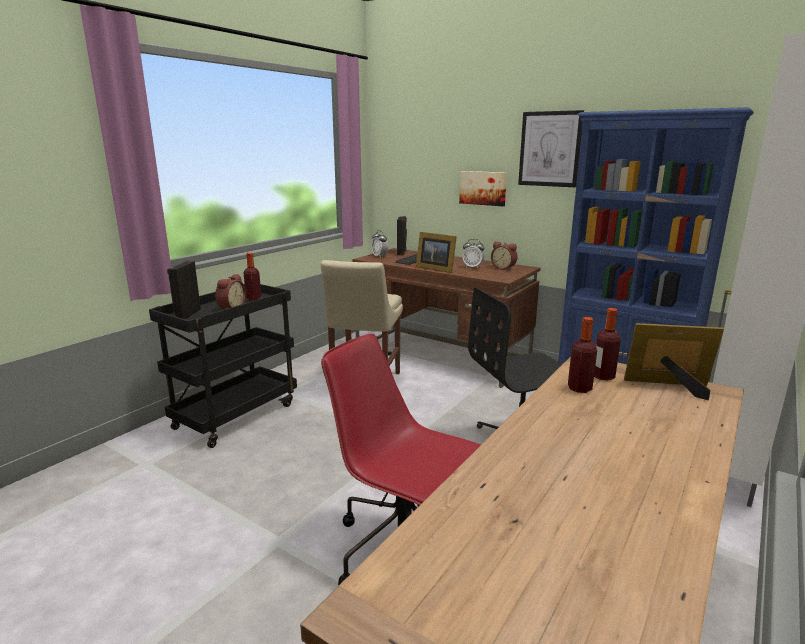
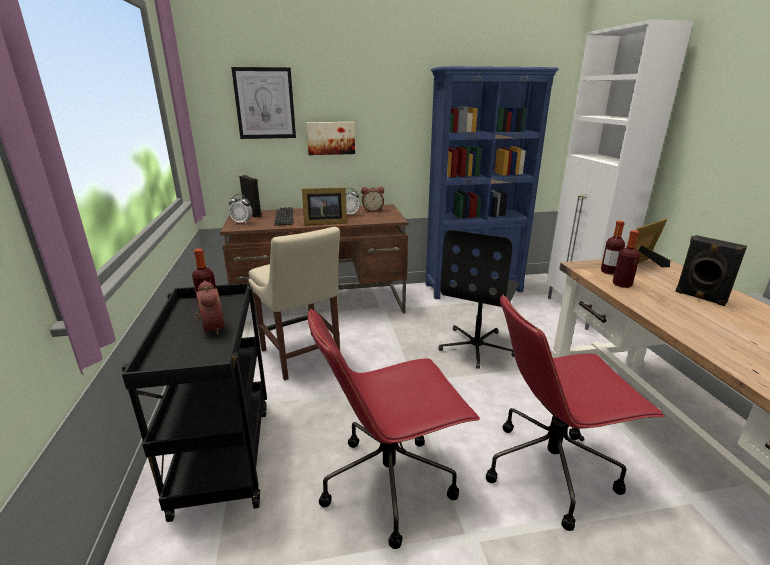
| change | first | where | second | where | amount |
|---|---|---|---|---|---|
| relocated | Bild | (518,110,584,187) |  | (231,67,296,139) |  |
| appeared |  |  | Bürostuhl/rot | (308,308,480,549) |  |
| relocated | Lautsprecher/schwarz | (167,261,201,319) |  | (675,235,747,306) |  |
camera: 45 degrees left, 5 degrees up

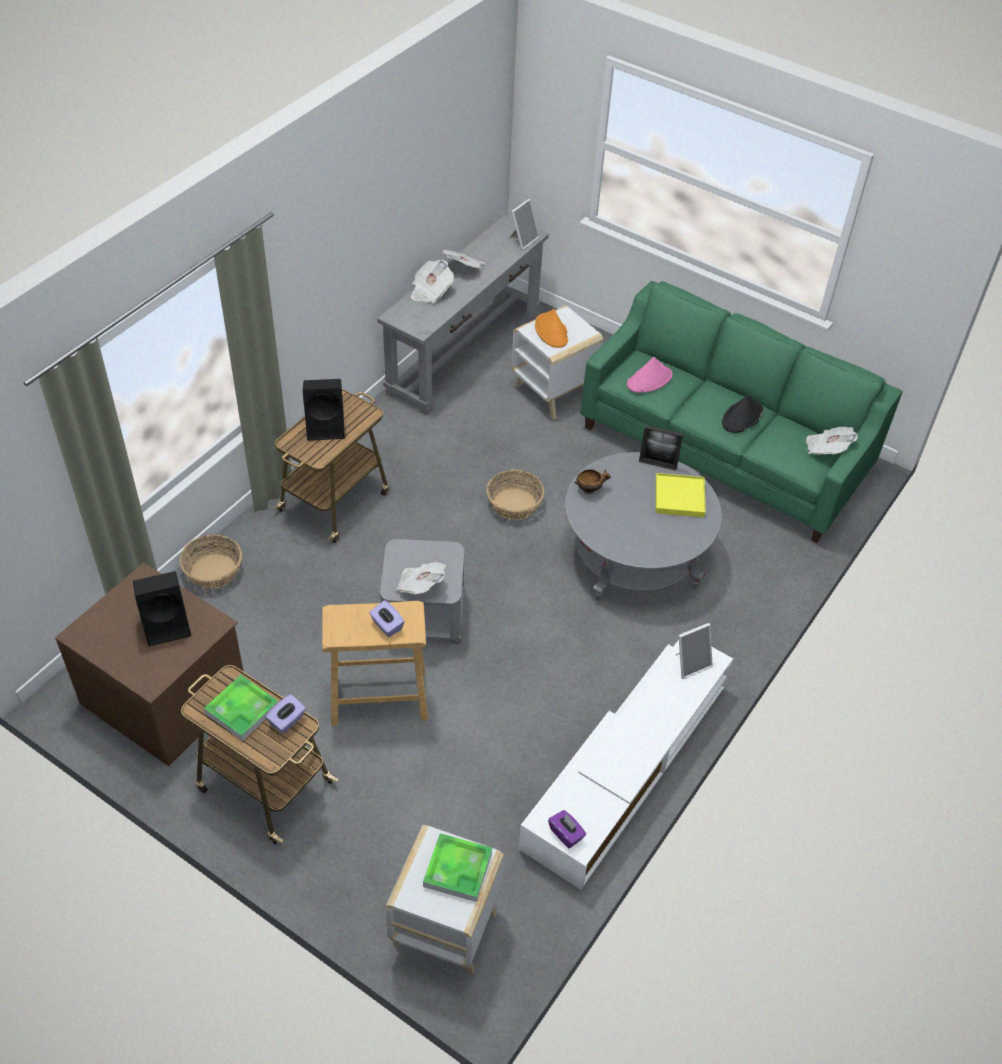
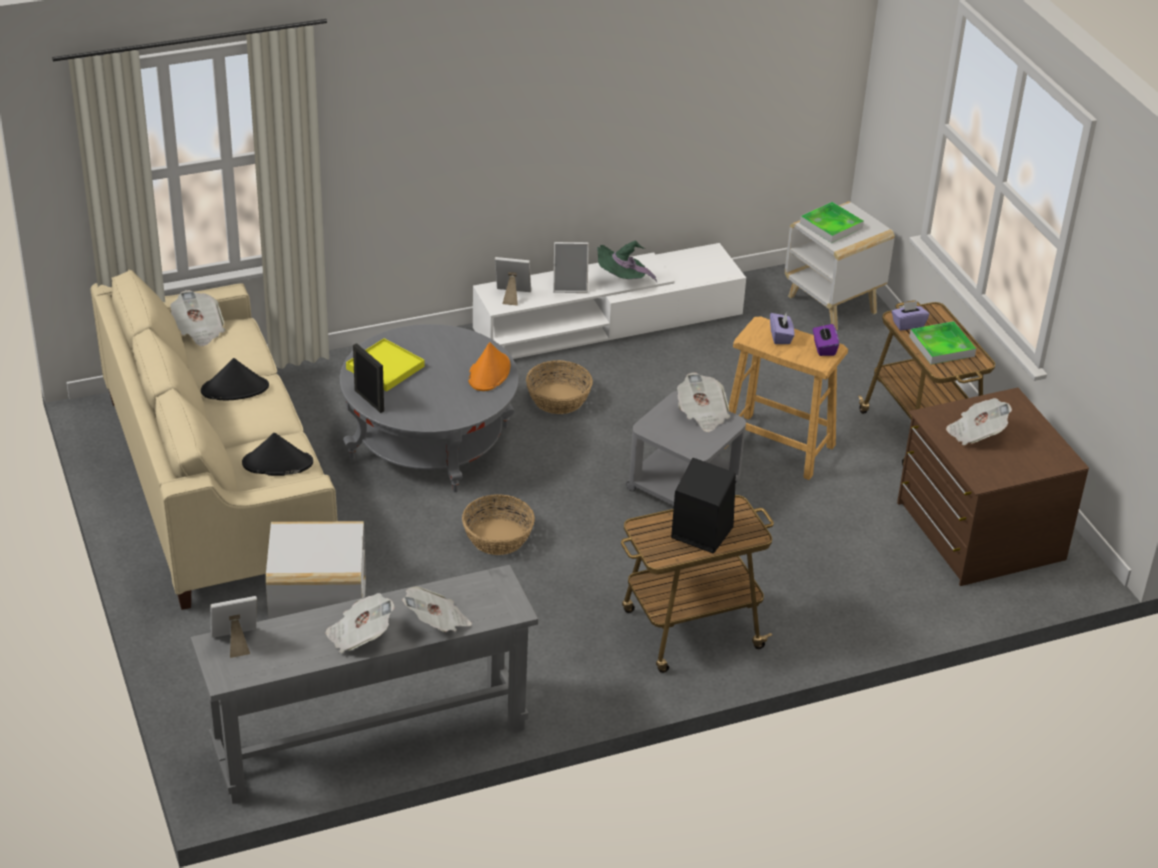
| change | first | where | second | where | amount |
|---|---|---|---|---|---|
| colour | Sofa/grün | (580,281,903,543) | Sofa/beige | (90,270,338,610) |  |
| colour | Hut/rosa | (627,357,672,393) | Hut/schwarz | (242,433,313,476) |  |
| relocated | Hut/orange | (535,309,568,348) |  | (468,342,510,391) |  |
| relocated | Korb | (180,535,242,589) |  | (526,360,593,414) |  |
| appeared |  |  | Bilderrahmen | (553,242,589,293) |  |
| appeared |  |  | Hut/grün | (597,240,657,282) |  |
| relocated | Taschentuchbox/lila | (548,810,586,849) |  | (813,324,839,356) |  |
| exchanged | Lautsprecher/schwarz | (133,571,191,646) | Zeitung | (946,398,1012,445) |  |
| missing | Schüssel | (574,469,611,494) |  |  |  |
camera: 145 degrees left, 10 degrees down

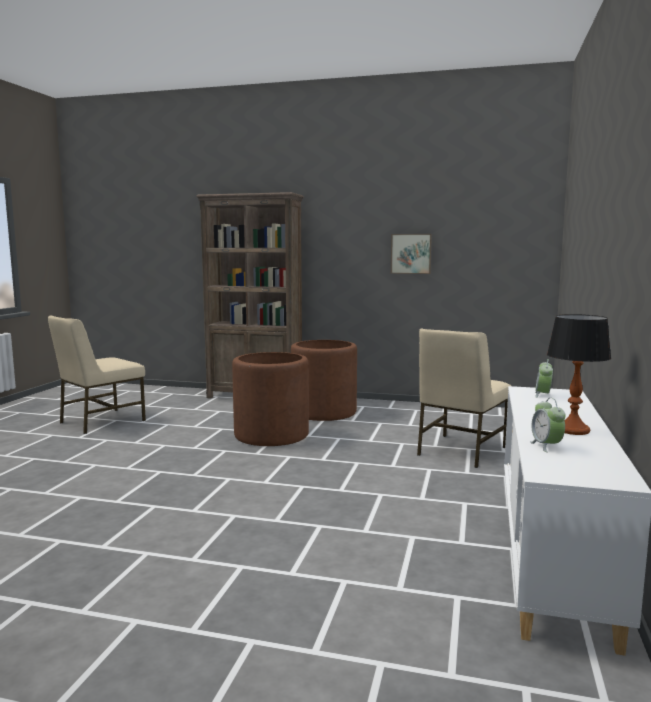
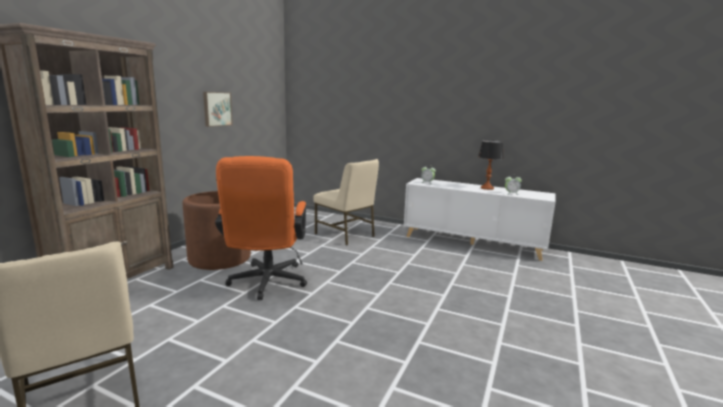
| change | first | where | second | where | amount |
|---|---|---|---|---|---|
| exchanged | Pflanzkübel/braun | (232,352,309,446) | Bürostuhl/orange | (215,156,307,300) |  |
camera: 80 degrees left, 5 degrees up

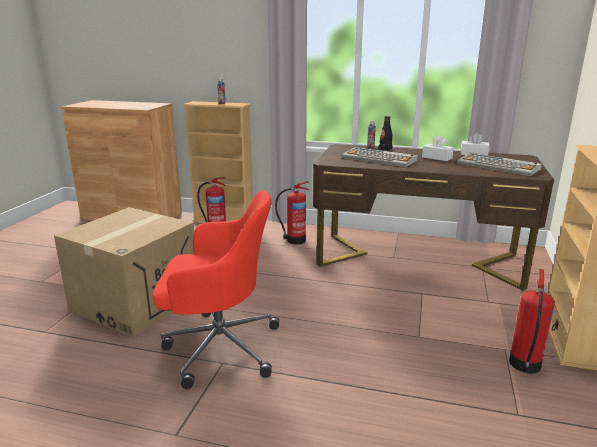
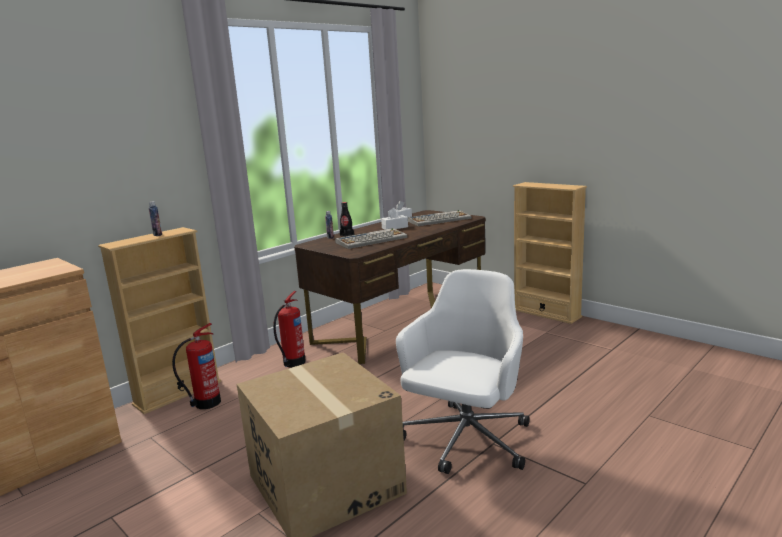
| change | first | where | second | where | amount |
|---|---|---|---|---|---|
| colour | Bürostuhl/rot | (153,190,279,389) | Bürostuhl/weiß | (396,269,530,474) |  |
| missing | Feuerlöscher | (509,269,555,373) |  |  |  |
camera: 60 degrees left, 5 degrees down

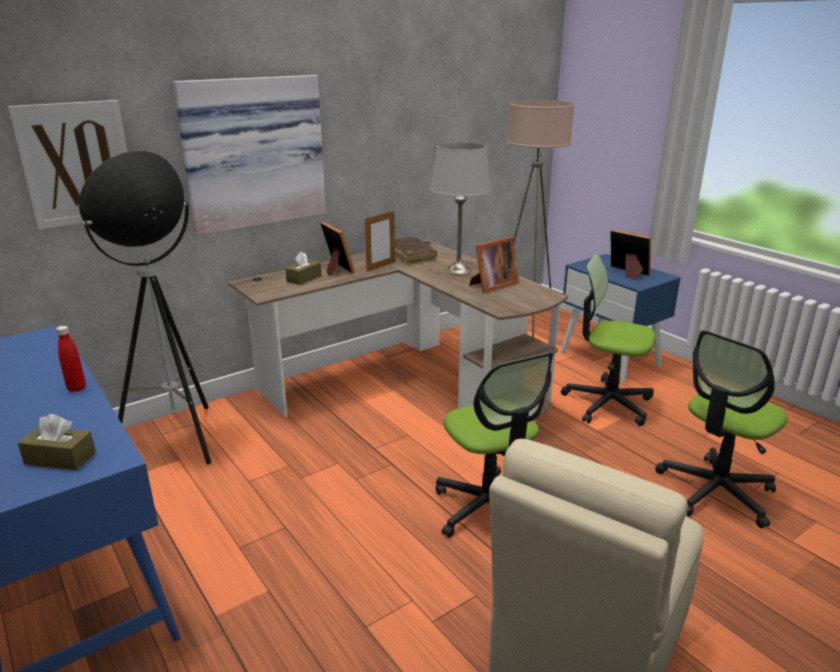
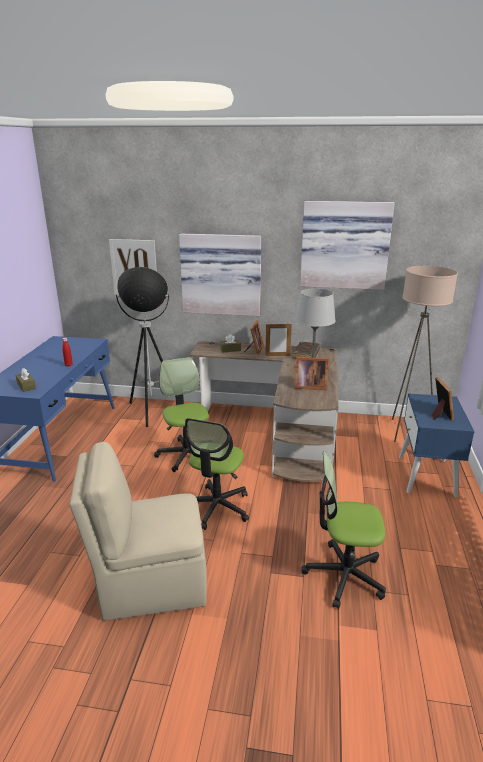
| change | first | where | second | where | amount |
|---|---|---|---|---|---|
| relocated | Bürostuhl | (561,254,655,426) |  | (154,357,209,472) |  |
| appeared |  |  | Bild | (300,201,395,290) |  |
camera: 45 degrees right, 0 degrees up

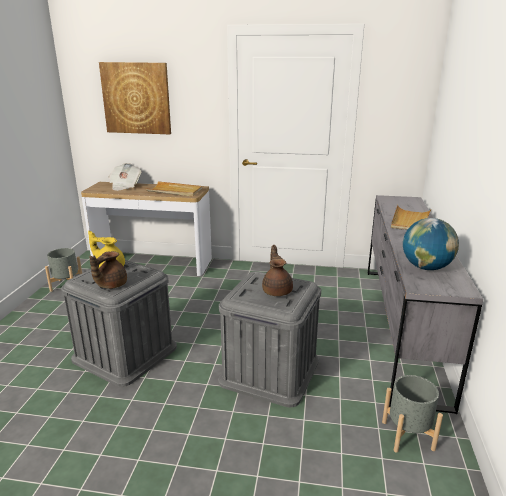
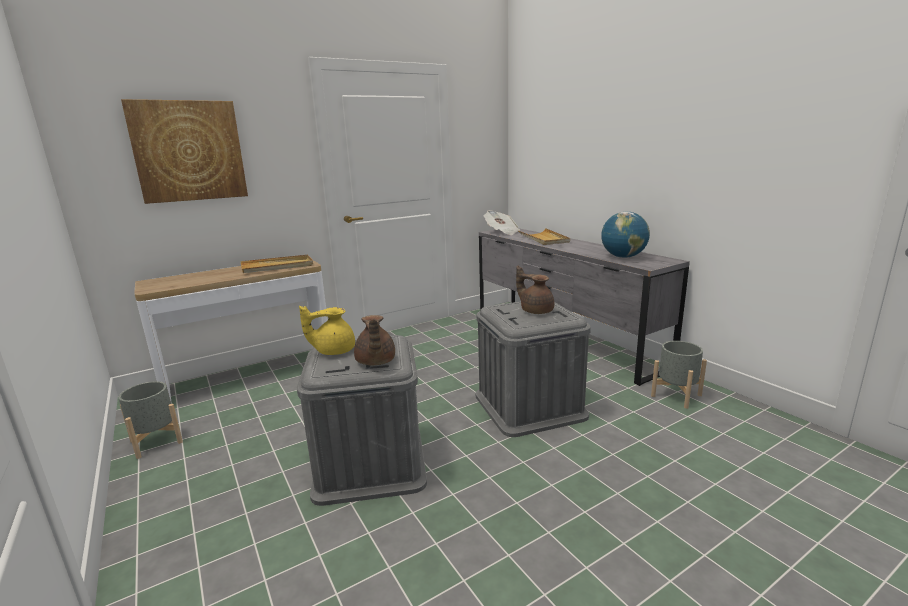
| change | first | where | second | where | amount |
|---|---|---|---|---|---|
| relocated | Zeitung | (108,163,141,191) |  | (484,210,520,235) |  |
camera: 40 degrees left, 5 degrees down

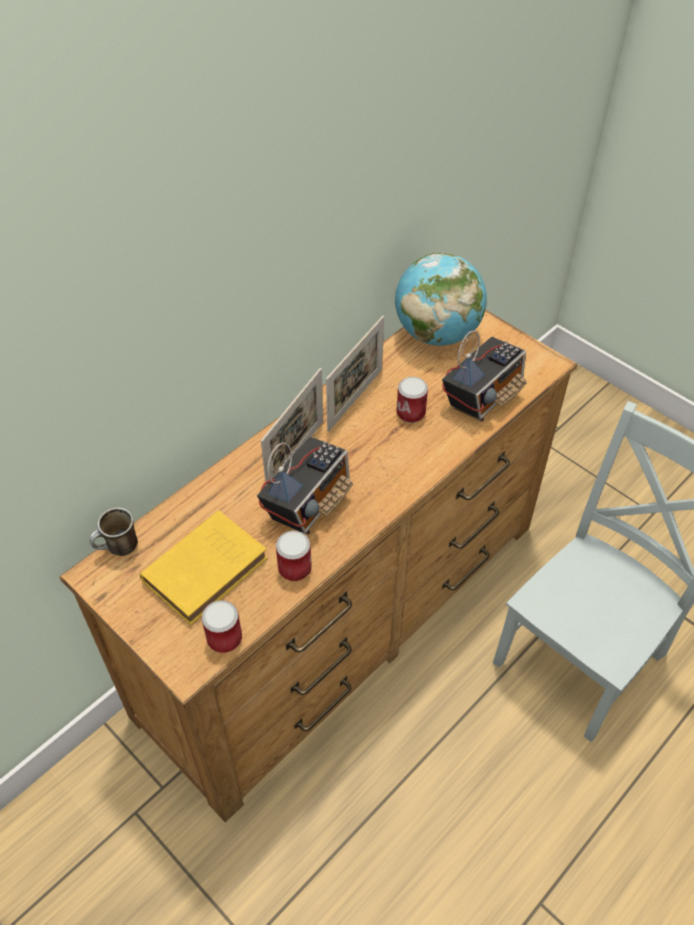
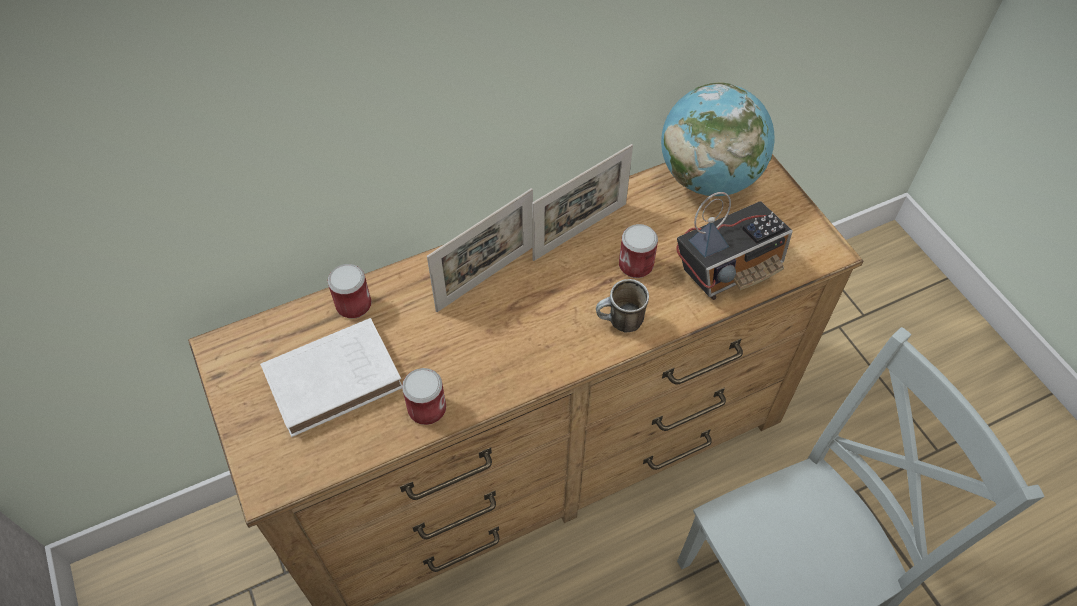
| change | first | where | second | where | amount |
|---|---|---|---|---|---|
| colour | Buch/gelb | (140,510,268,625) | Buch/weiß | (260,318,402,437) |  |
| relocated | Dose | (202,600,242,653) |  | (327,264,372,319) |  |
| relocated | Henkelbecher | (89,507,138,556) |  | (596,279,649,333) |  |
| missing | Radio | (257,436,353,535) |  |  |  |
camera: 20 degrees right, 5 degrees up

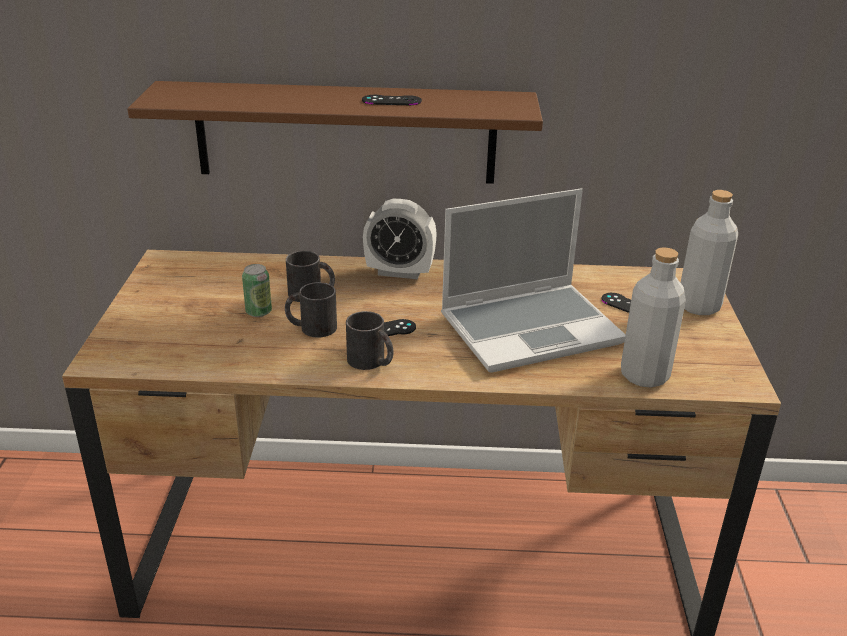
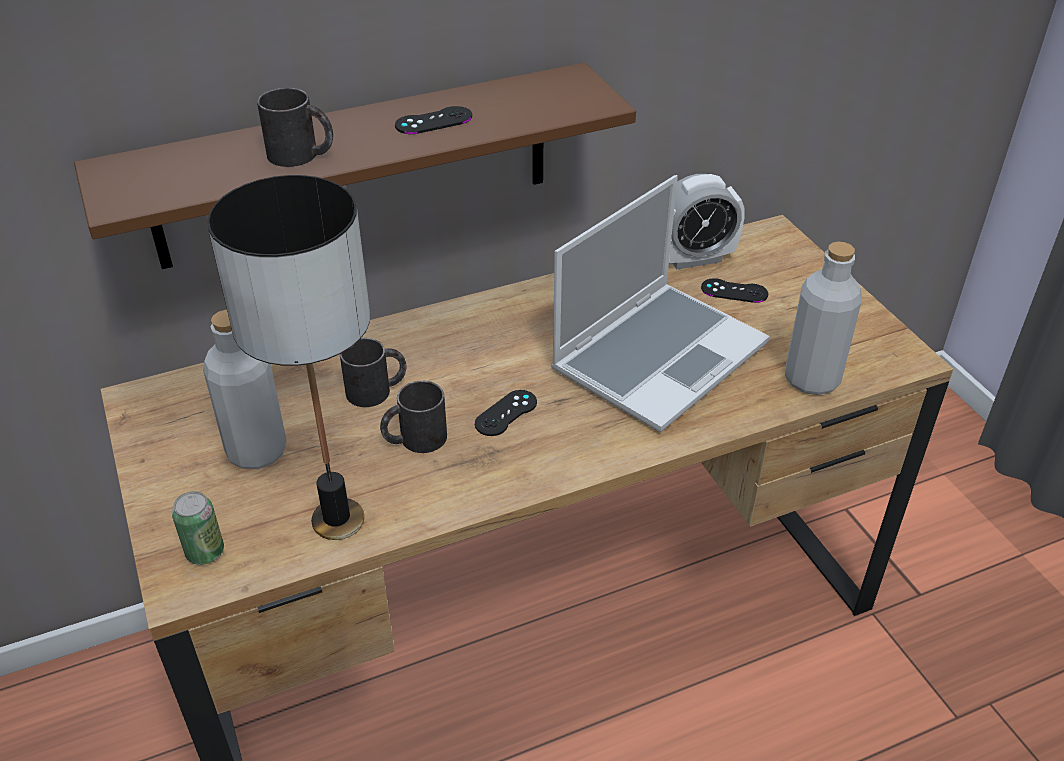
| change | first | where | second | where | amount |
|---|---|---|---|---|---|
| relocated | Dose | (242,264,272,317) |  | (172,491,224,565) |  |
| relocated | Flasche/grau | (681,190,738,315) |  | (203,310,287,469) |  |
| appeared |  |  | Tischlampe | (207,175,370,540) |  |
| relocated | Henkelbecher/schwarz | (346,311,394,370) |  | (257,88,333,167) |  |
| relocated | Wecker | (363,199,437,279) |  | (669,174,745,270) |  |
camera: 25 degrees left, 10 degrees up

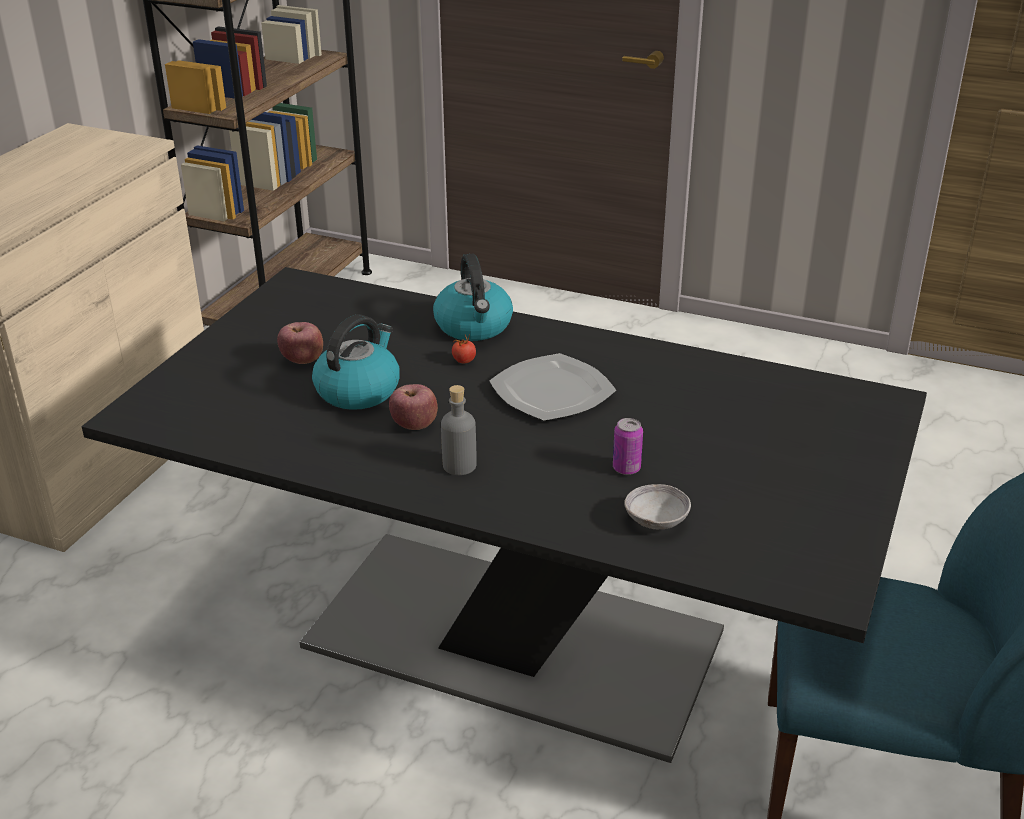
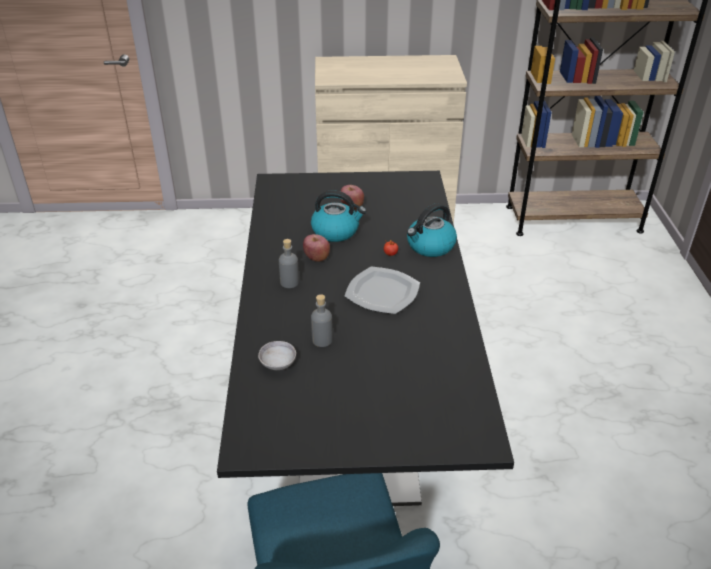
| change | first | where | second | where | amount |
|---|---|---|---|---|---|
| exchanged | Dose | (613,418,643,475) | Flasche/grau | (311,294,333,347) |  |
camera: 65 degrees right, 5 degrees up

